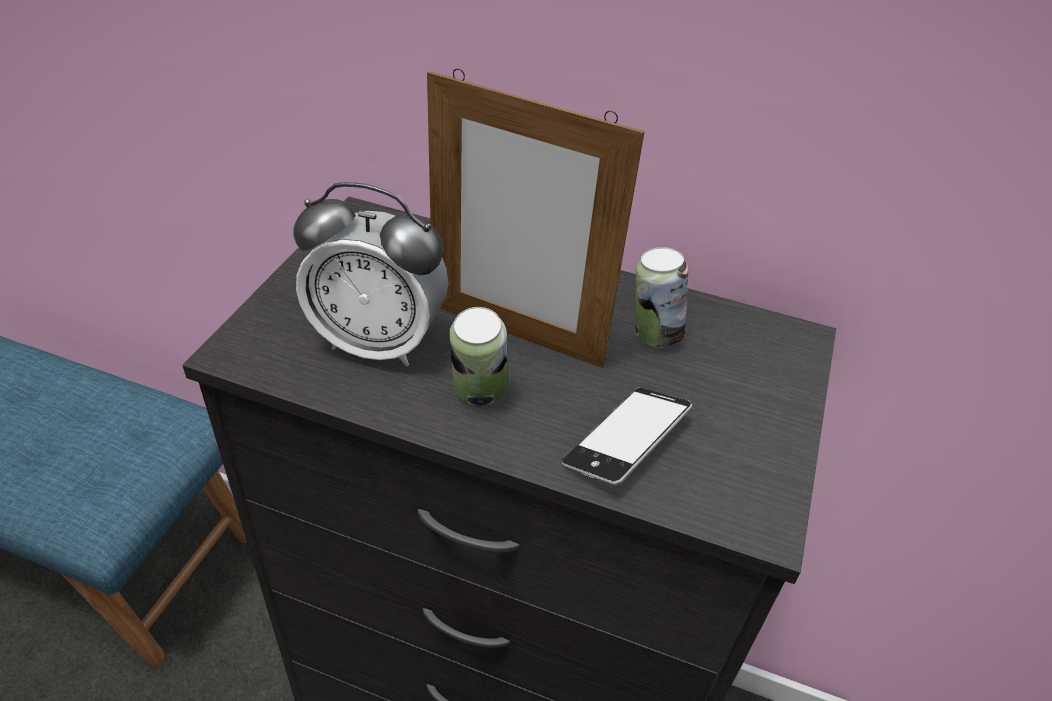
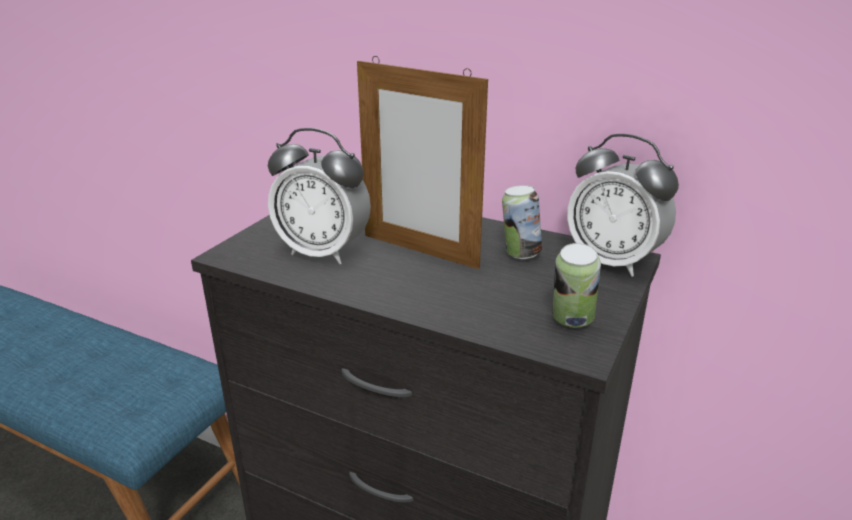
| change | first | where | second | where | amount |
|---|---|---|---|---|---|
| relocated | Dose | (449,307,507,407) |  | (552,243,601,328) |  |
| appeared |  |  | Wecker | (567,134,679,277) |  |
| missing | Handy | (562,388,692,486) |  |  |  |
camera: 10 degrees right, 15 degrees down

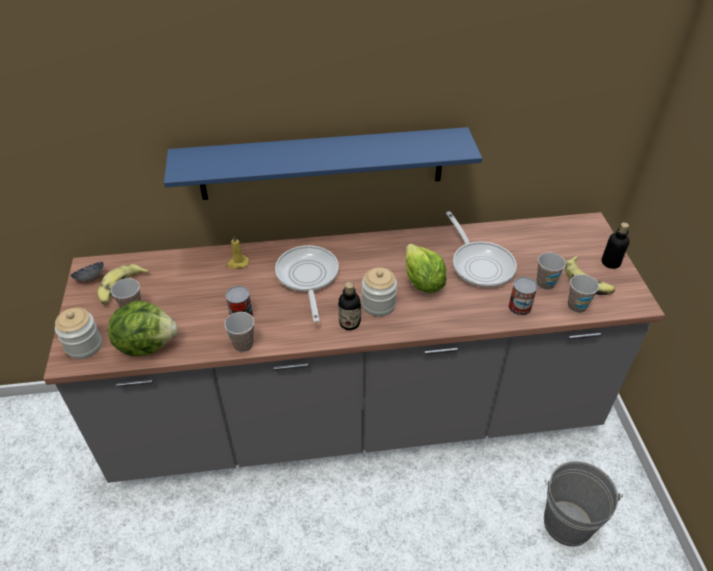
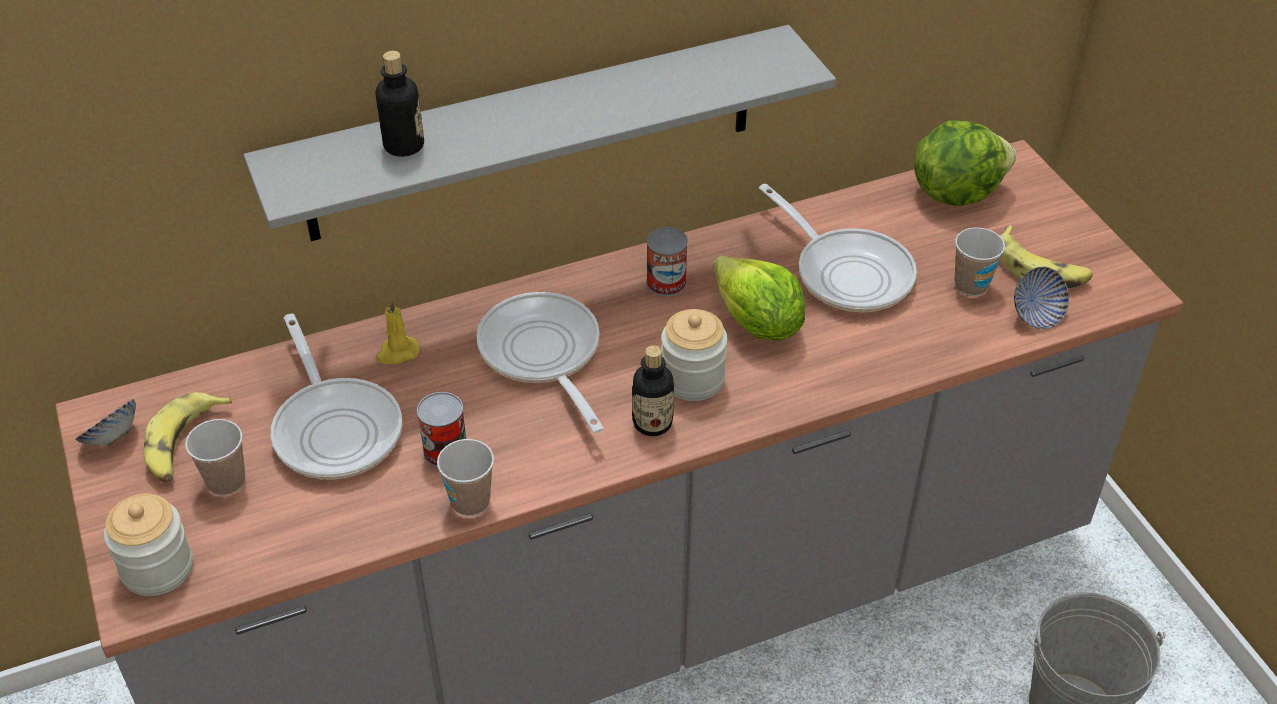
| change | first | where | second | where | amount |
|---|---|---|---|---|---|
| colour | Wandregal/blau | (164,127,482,200) | Wandregal/grau | (243,25,836,241) |  |
| appeared |  |  | Pfanne | (271,314,402,480) |  |
| relocated | Flasche | (602,222,630,269) |  | (375,51,424,157) |  |
| relocated | Dose | (508,277,537,316) |  | (646,227,688,296) |  |
| relocated | Salatkopf | (108,301,178,356) |  | (914,120,1016,206) |  |
| exchanged | Tasse | (568,274,599,313) | Schüssel | (1014,267,1069,329) |  |
camera: 15 degrees left, 0 degrees up

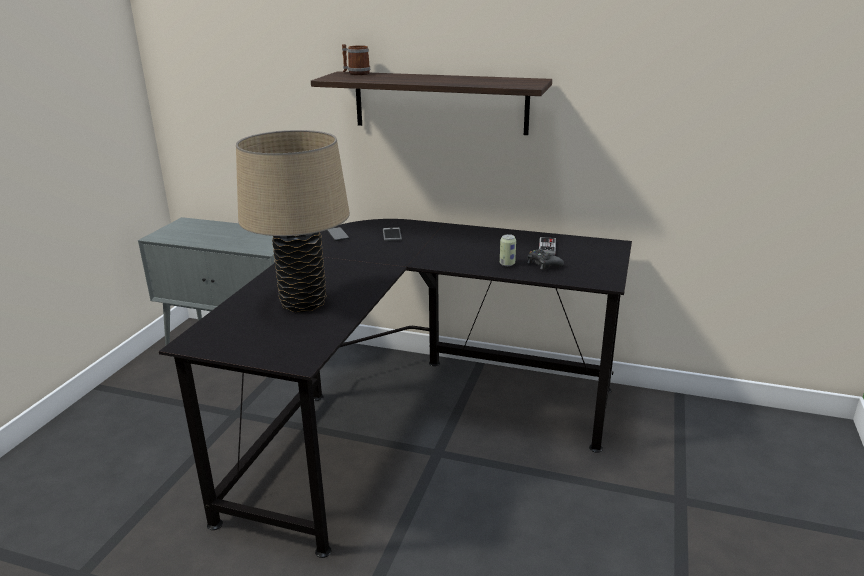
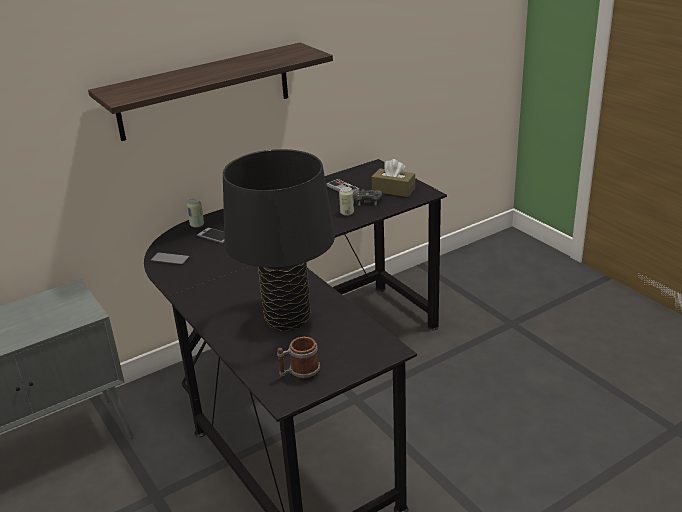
| change | first | where | second | where | amount |
|---|---|---|---|---|---|
| appeared |  |  | Dose | (187,199,204,228) |  |
| colour | Tischlampe/beige | (236,130,350,312) | Tischlampe/schwarz | (223,149,335,331) |  |
| relocated | Henkelbecher | (342,44,370,75) |  | (277,337,320,381) |  |
| appeared |  |  | Taschentuchbox/braun | (372,159,415,197) |  |
camera: 50 degrees left, 5 degrees up

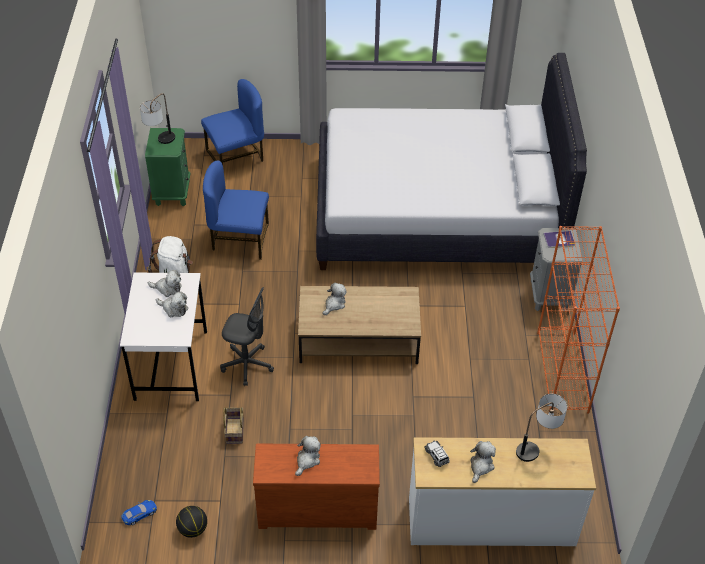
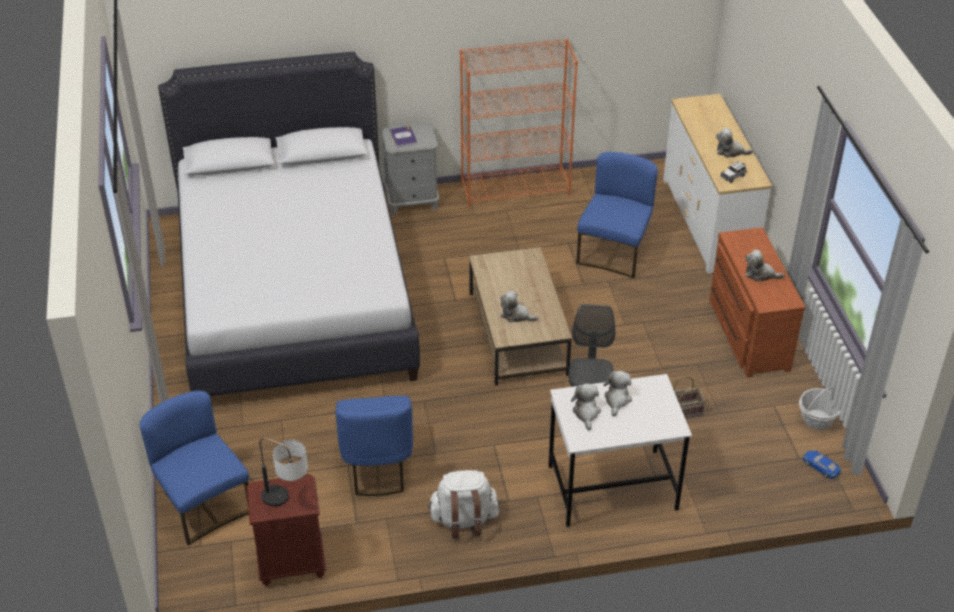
| change | first | where | second | where | amount |
|---|---|---|---|---|---|
| colour | Nachttisch/grün | (145,128,190,206) | Nachttisch/braun | (246,474,326,586) |  |
| appeared |  |  | Stuhl/blau | (576,152,658,278) |  |
| exchanged | Basketball | (176,506,207,538) | Korb | (799,387,841,430) |  |
| missing | Tischlampe | (516,393,567,462) |  |  |  |
camera: 100 degrees left, 5 degrees down

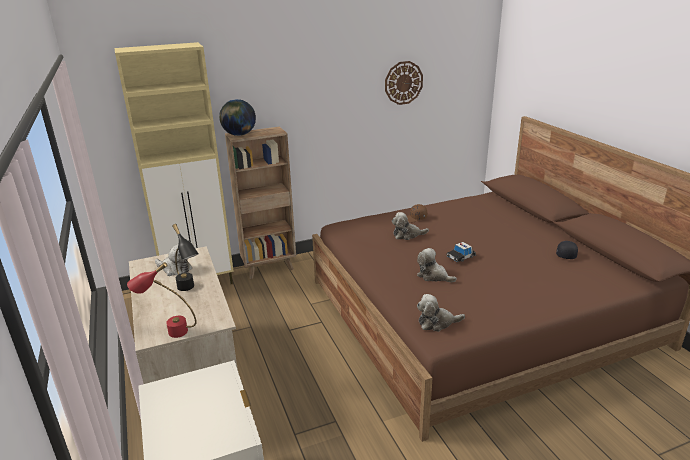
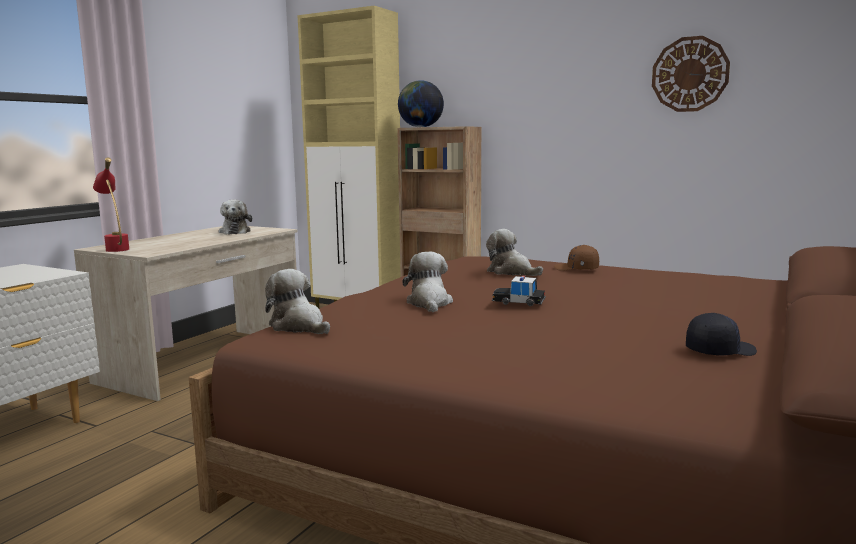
| change | first | where | second | where | amount |
|---|---|---|---|---|---|
| missing | Tischlampe/schwarz | (172,224,199,291) |  |  |  |
camera: 50 degrees right, 15 degrees down

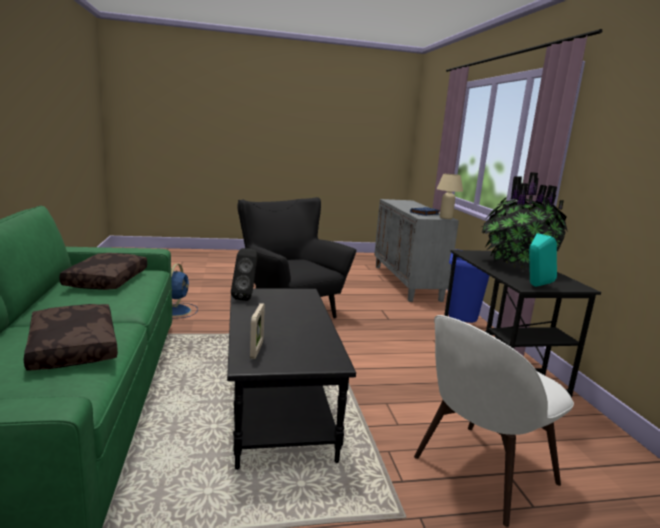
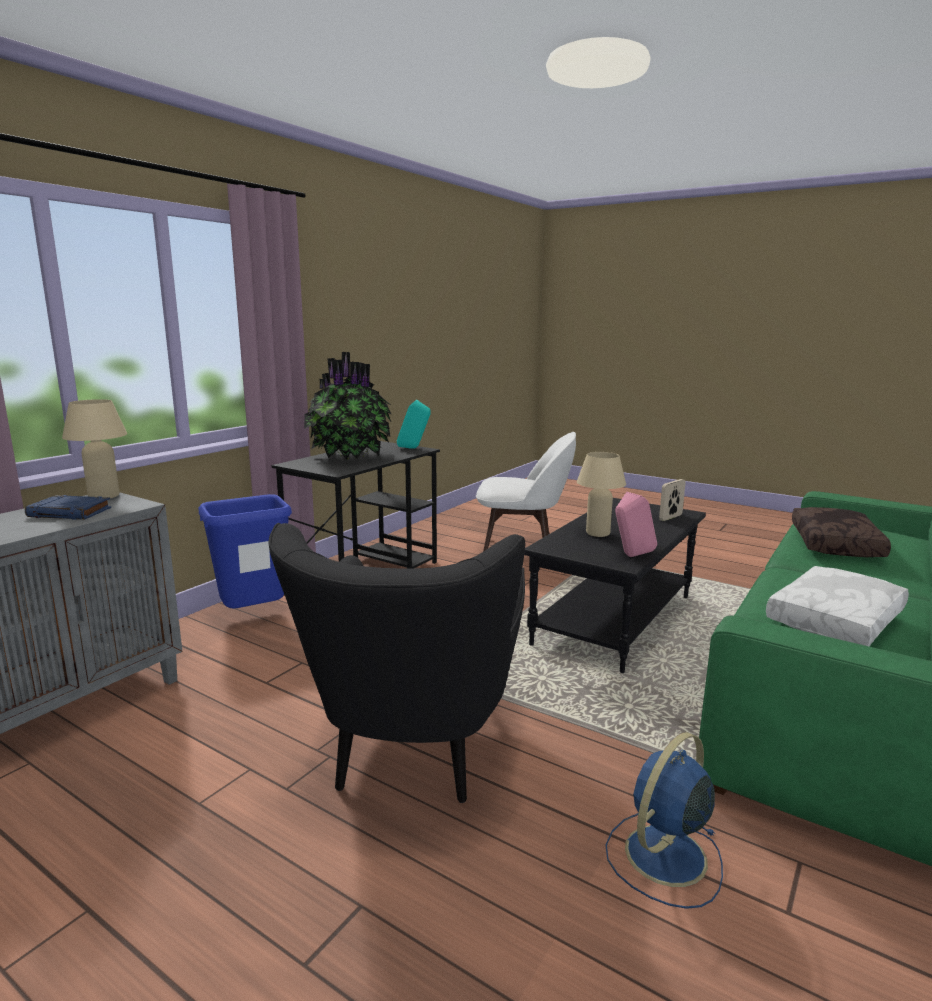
| change | first | where | second | where | amount |
|---|---|---|---|---|---|
| appeared |  |  | Tischlampe/beige | (577,452,626,537) |  |
| colour | Lautsprecher/schwarz | (231,248,257,301) | Lautsprecher/rosa | (615,491,657,557) |  |
| colour | Kissen/braun | (59,253,147,290) | Kissen/weiß | (766,566,909,646) |  |
camera: 135 degrees left, 0 degrees up

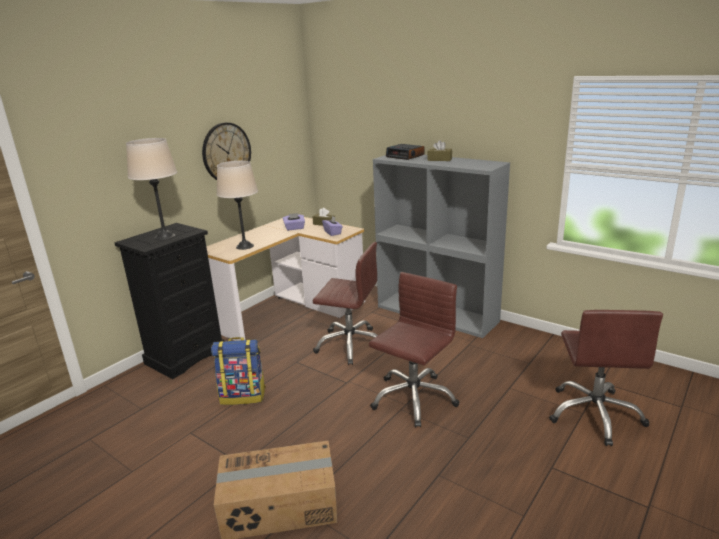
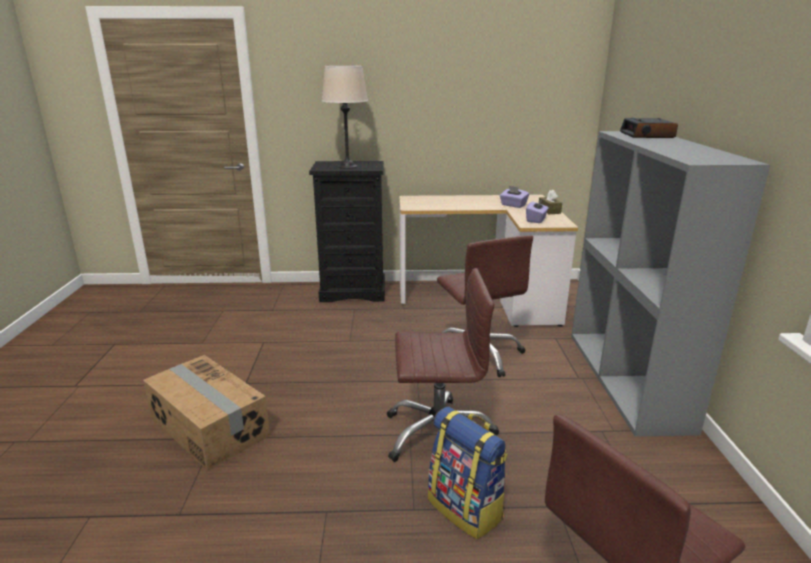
| change | first | where | second | where | amount |
|---|---|---|---|---|---|
| relocated | Rucksack | (211,337,266,405) |  | (428,406,508,540) |  |
| missing | Wanduhr | (202,122,251,180) |  |  |  |
| missing | Tischlampe/beige | (217,161,258,250) |  |  |  |
| missing | Taschentuchbox/braun | (427,140,452,161) |  |  |  |
camera: 50 degrees right, 0 degrees up

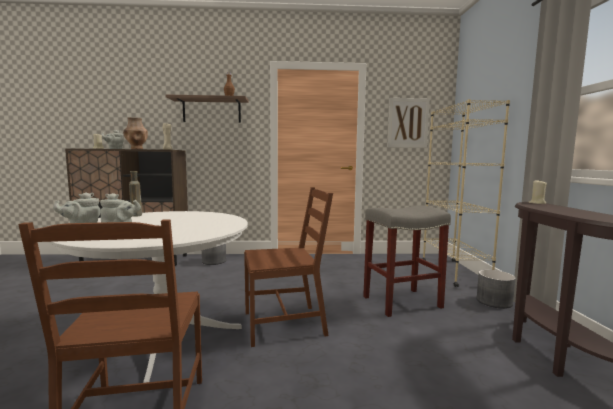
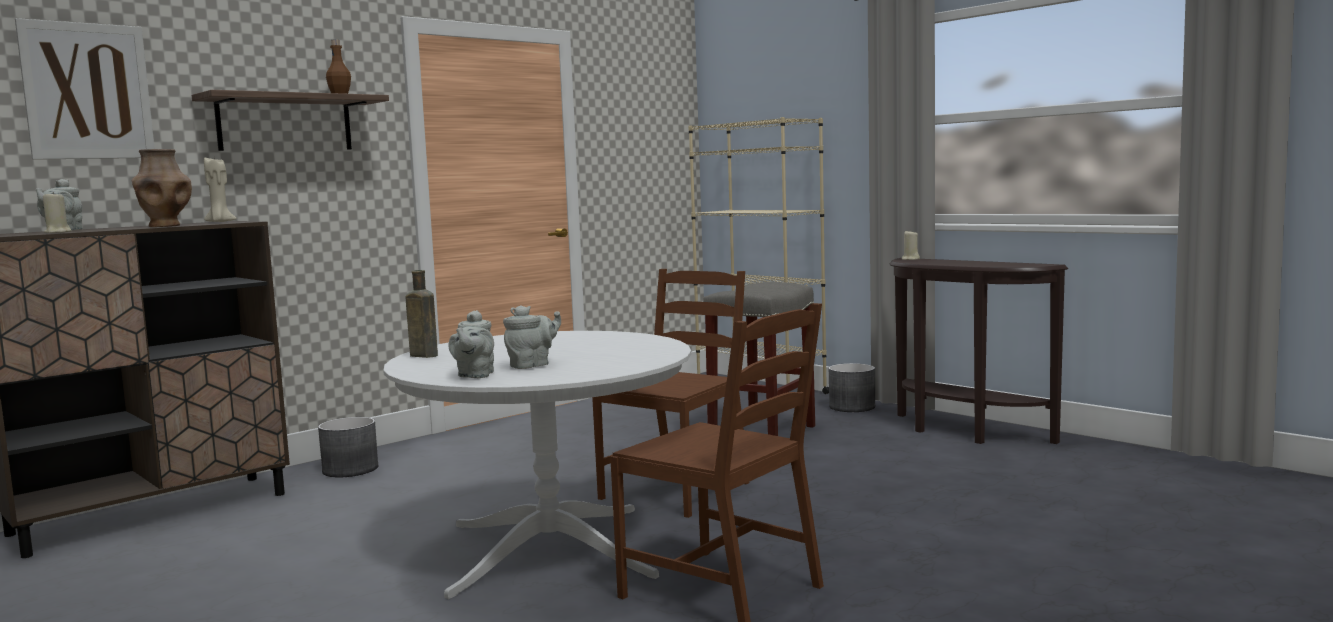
| change | first | where | second | where | amount |
|---|---|---|---|---|---|
| relocated | Bild | (387,98,430,148) |  | (15,18,155,160) |  |
camera: 40 degrees left, 0 degrees up

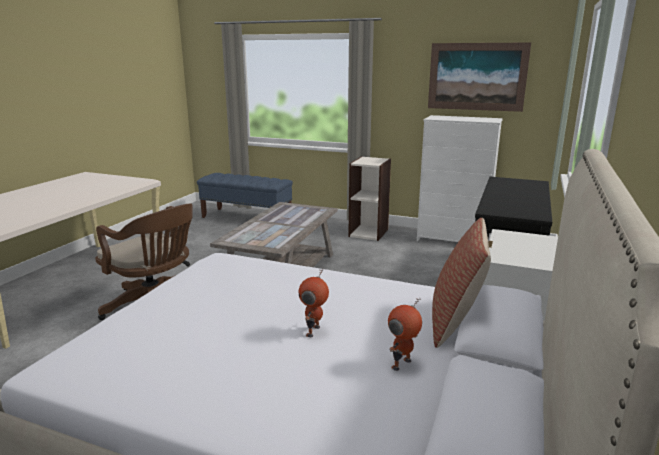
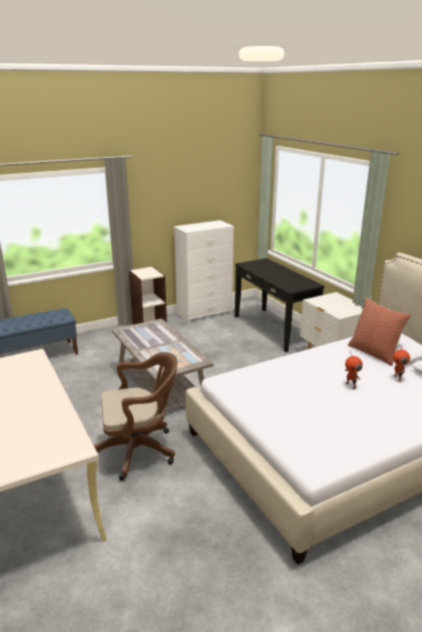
| change | first | where | second | where | amount |
|---|---|---|---|---|---|
| missing | Bild | (428,42,531,112) |  |  |  |
camera: 50 degrees left, 5 degrees up

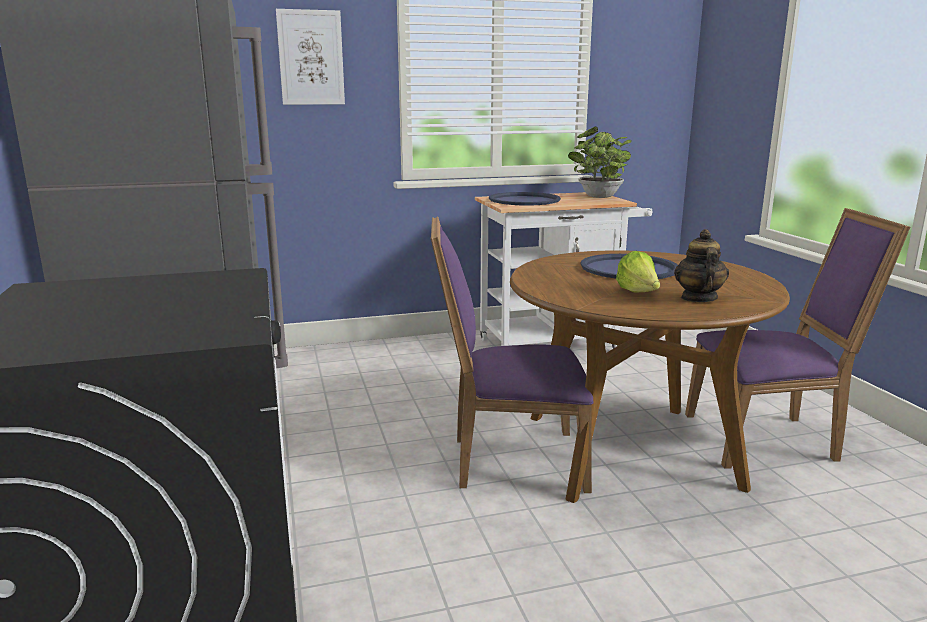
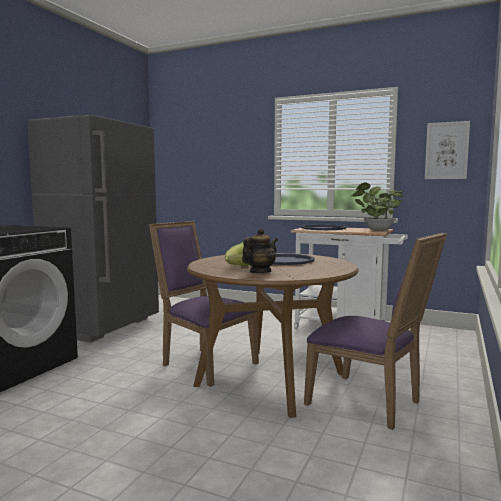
| change | first | where | second | where | amount |
|---|---|---|---|---|---|
| relocated | Bild | (276,9,345,105) |  | (425,121,470,179) |  |
camera: 40 degrees right, 10 degrees down

